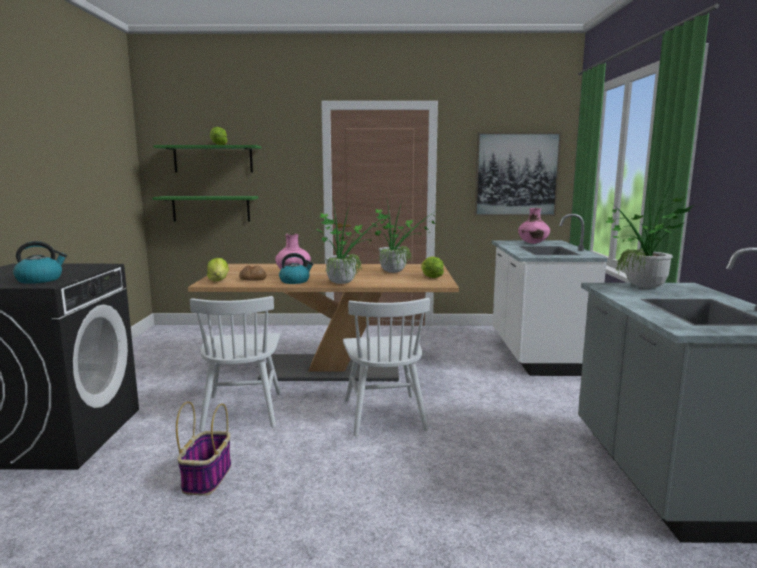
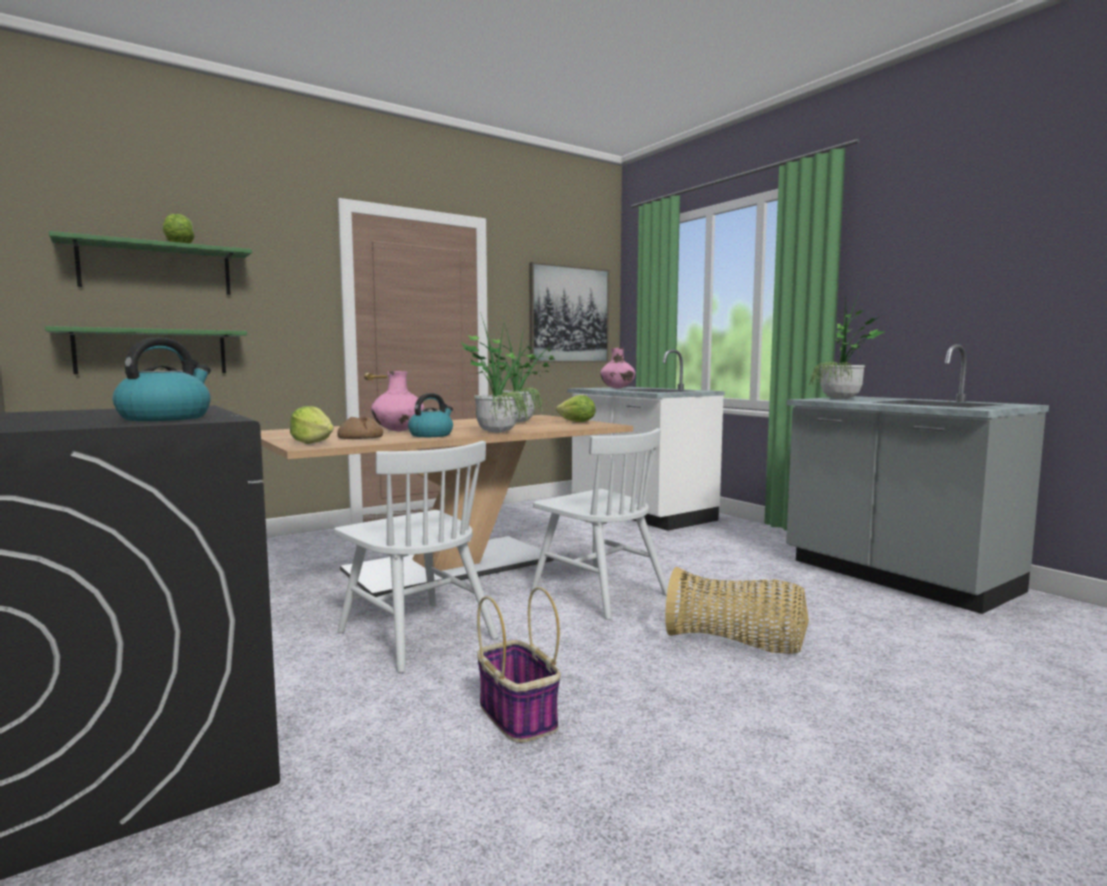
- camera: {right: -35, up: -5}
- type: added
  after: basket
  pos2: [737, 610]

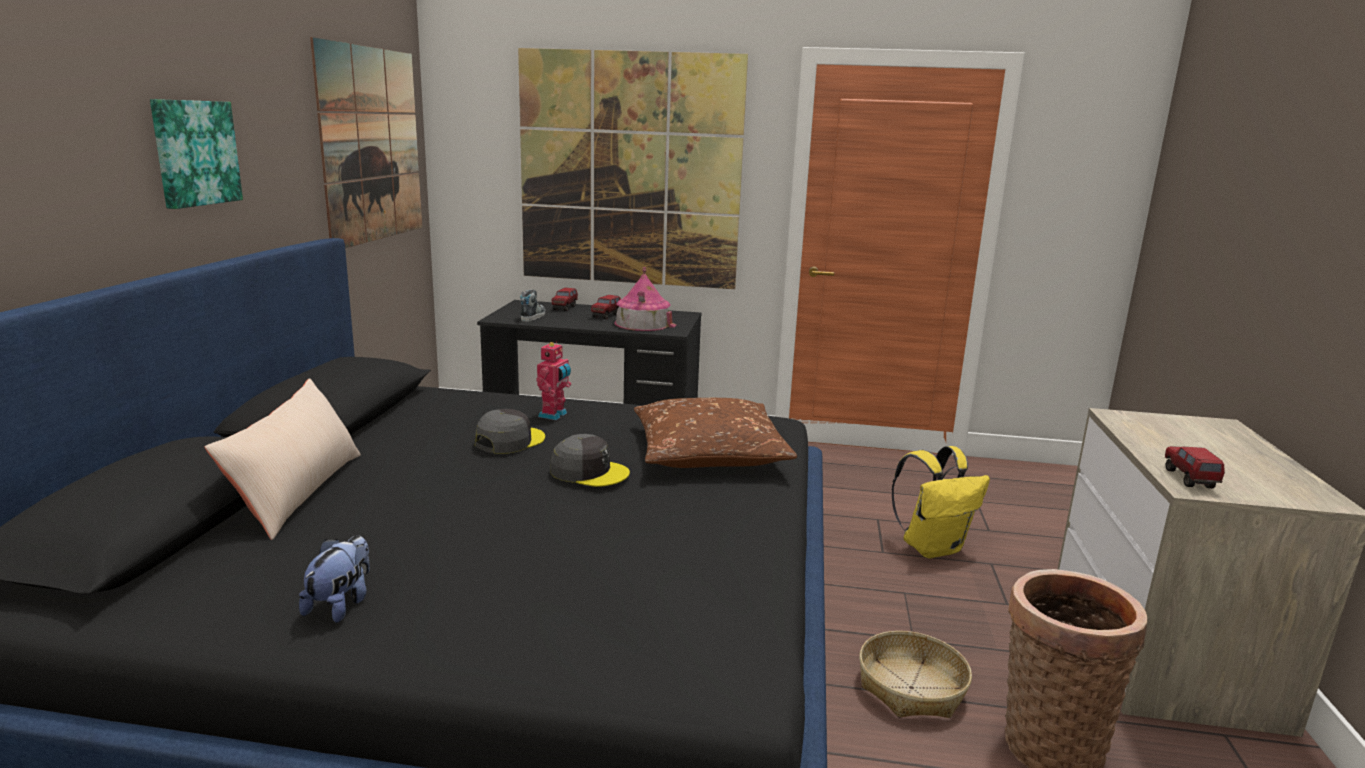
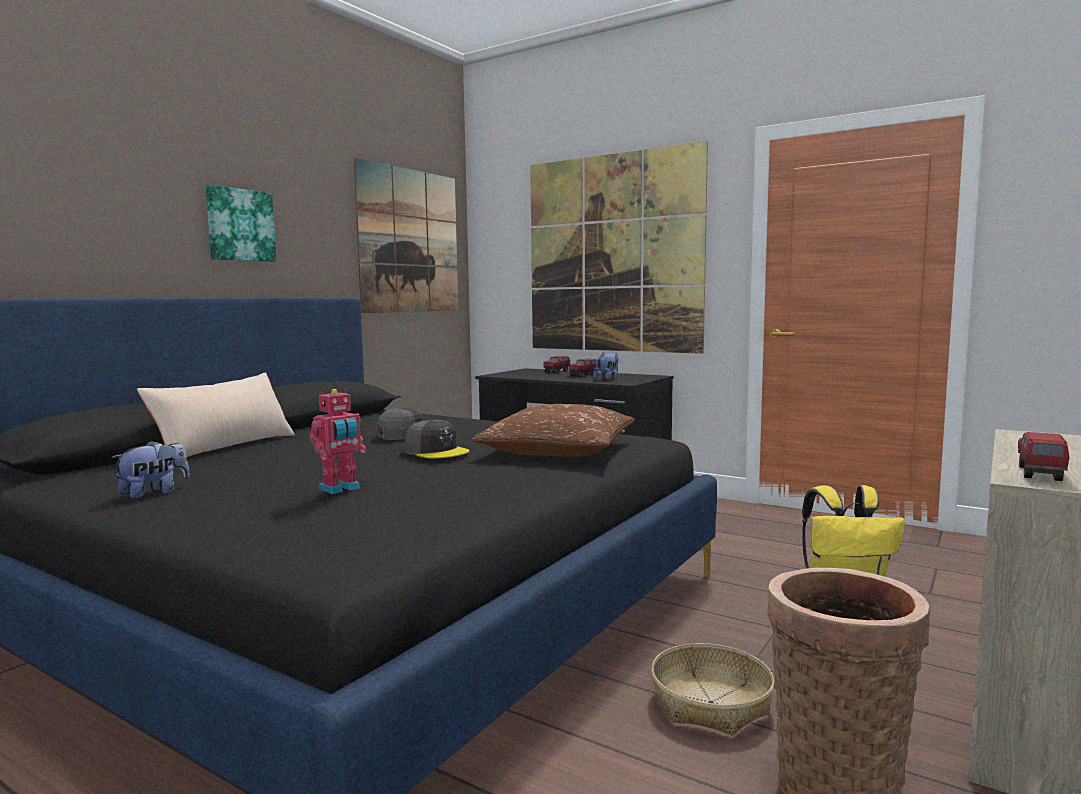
- camera: {right: 25, up: -10}
- type: moved
  before: model robot
  pos1: [553, 380]
  pos2: [337, 441]
- type: replaced
  before: toy house
  after: plush toy
  pos1: [645, 299]
  pos2: [606, 366]
- type: removed
  before: low shoe
  pos1: [532, 305]

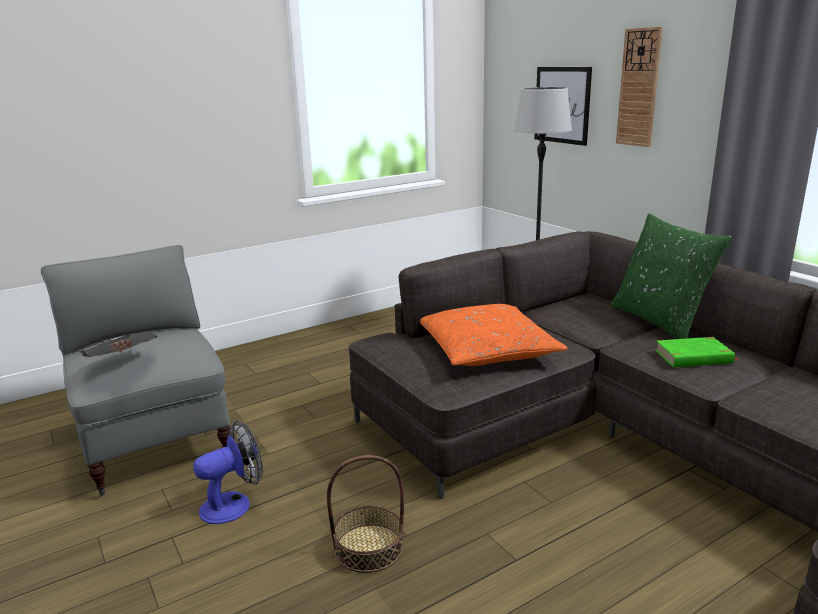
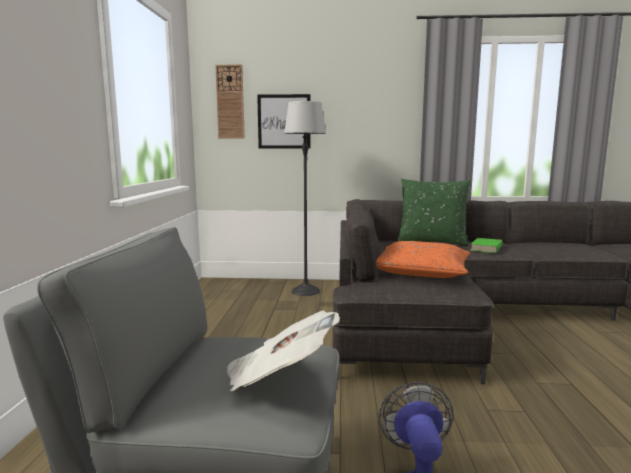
- camera: {right: -55, up: -10}
- type: moved
  before: hanging clock
  pos1: [639, 87]
  pos2: [230, 101]
- type: removed
  before: basket
  pos1: [365, 514]

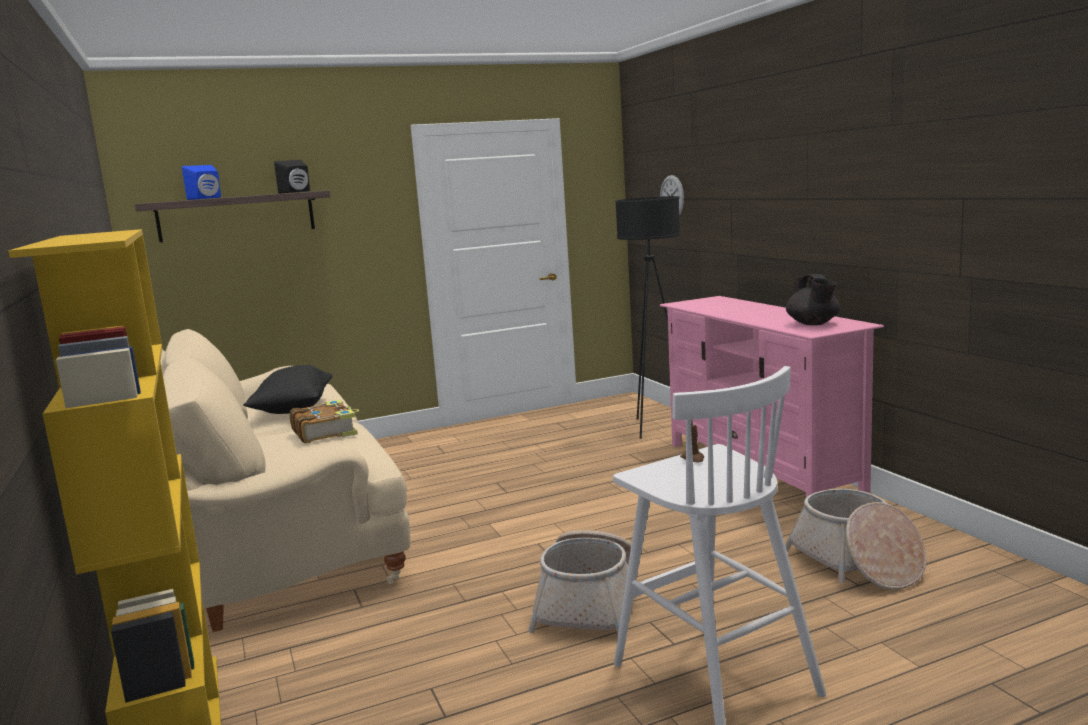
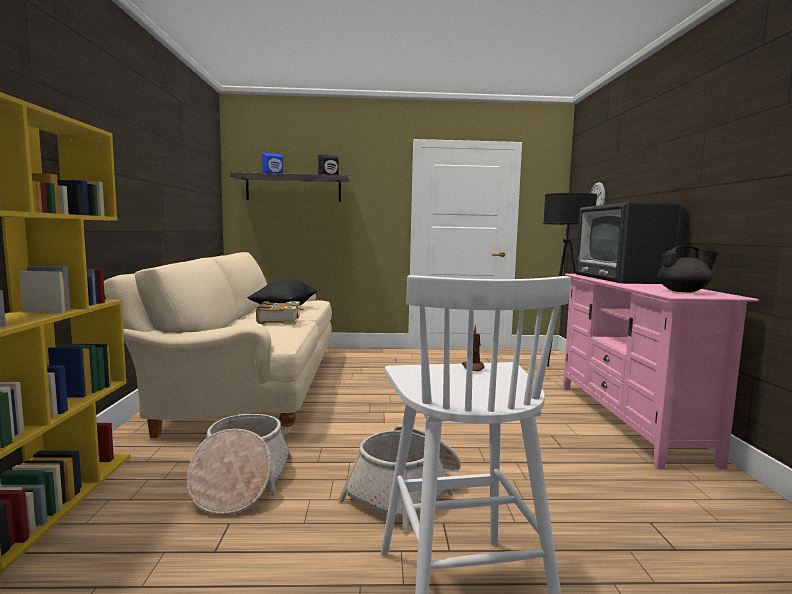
- camera: {right: 20, up: -5}
- type: moved
  before: basket
  pos1: [856, 539]
  pos2: [239, 464]
- type: added
  after: TV
  pos2: [631, 243]
- type: turned
  before: black teapot
  pos1: [813, 299]
  pos2: [688, 269]
  turn: -90

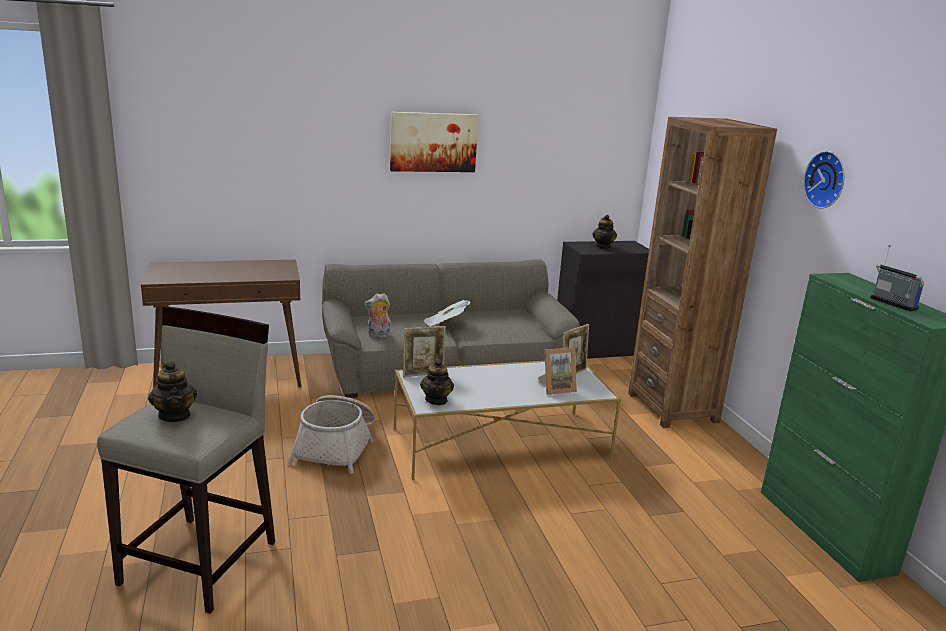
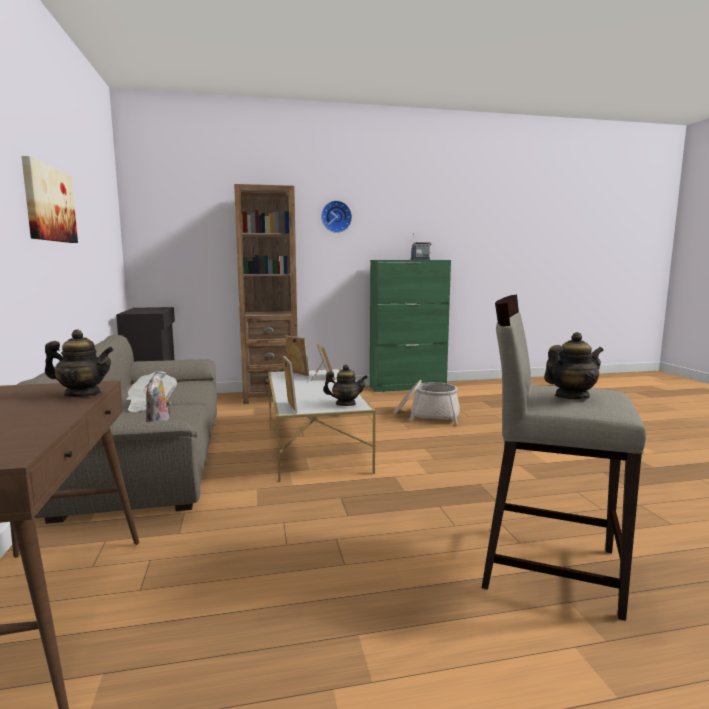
- camera: {right: -85, up: -10}
- type: moved
  before: teapot
  pos1: [604, 232]
  pos2: [79, 363]
- type: moved
  before: basket
  pos1: [331, 434]
  pos2: [426, 402]

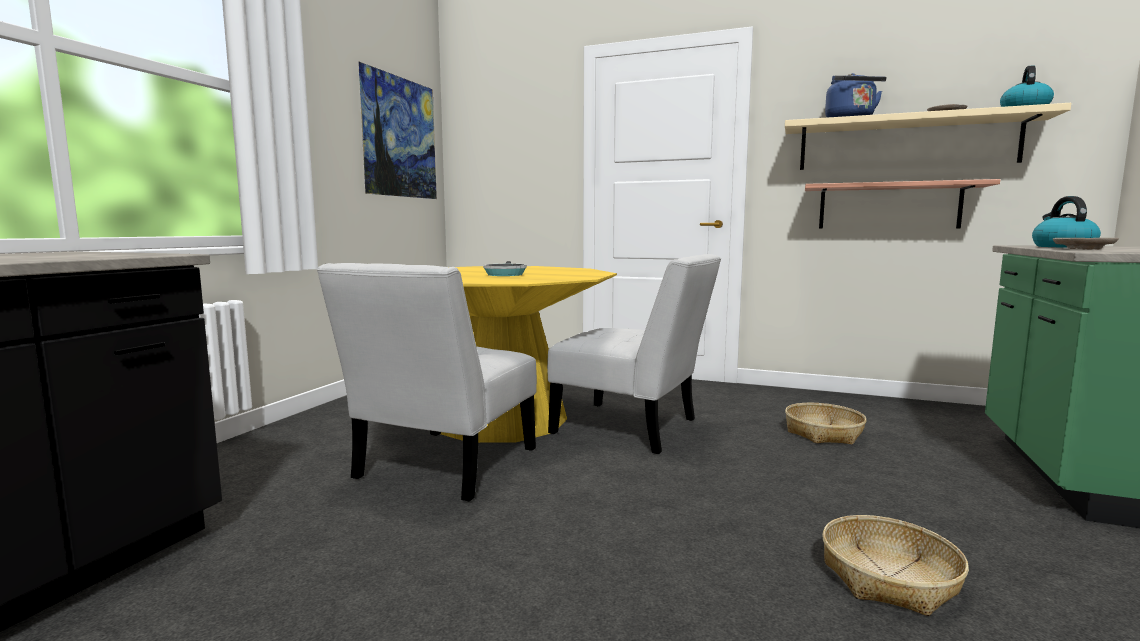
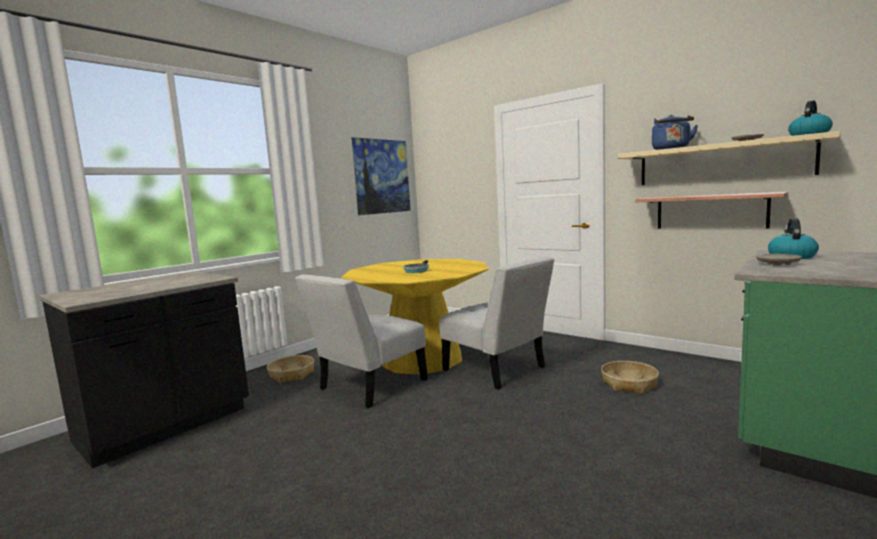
- camera: {right: 20, up: 0}
- type: moved
  before: basket
  pos1: [895, 565]
  pos2: [290, 369]

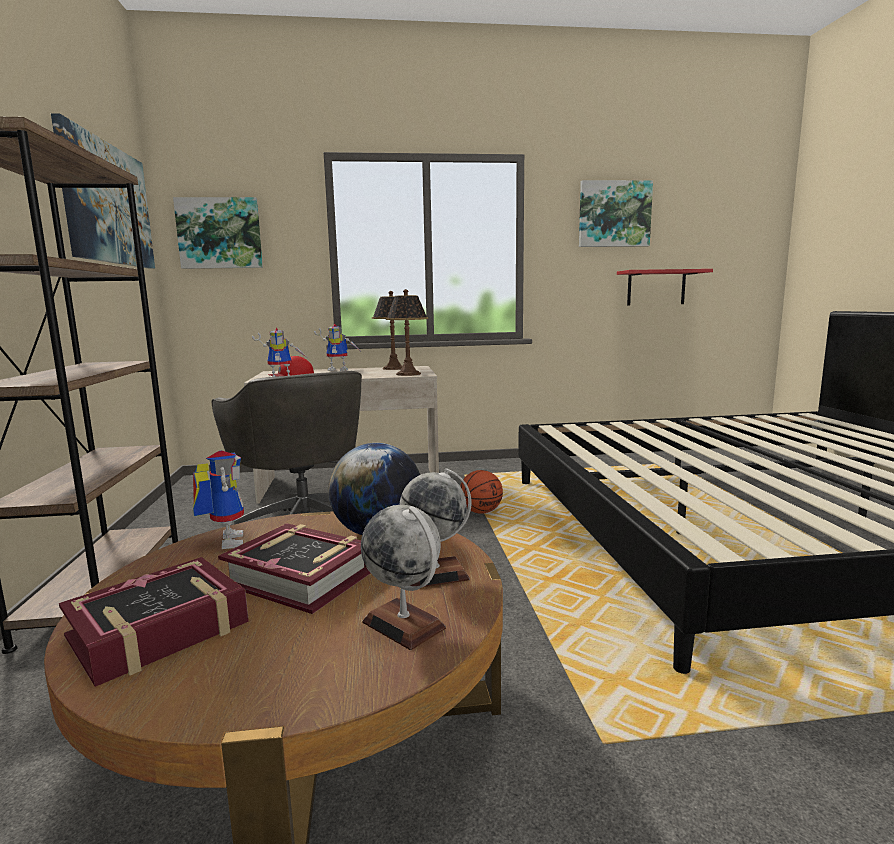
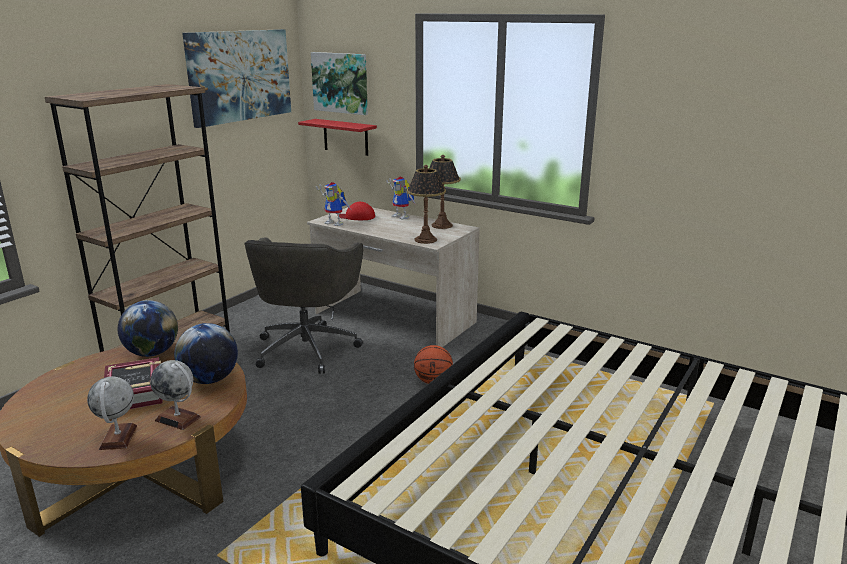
- camera: {right: 40, up: 10}
- type: replaced
  before: model robot
  after: desk globe
  pos1: [218, 500]
  pos2: [148, 328]
- type: moved
  before: reddish shelf
  pos1: [665, 287]
  pos2: [337, 137]
- type: removed
  before: book
  pos1: [154, 622]
- type: removed
  before: picture
  pos1: [616, 213]

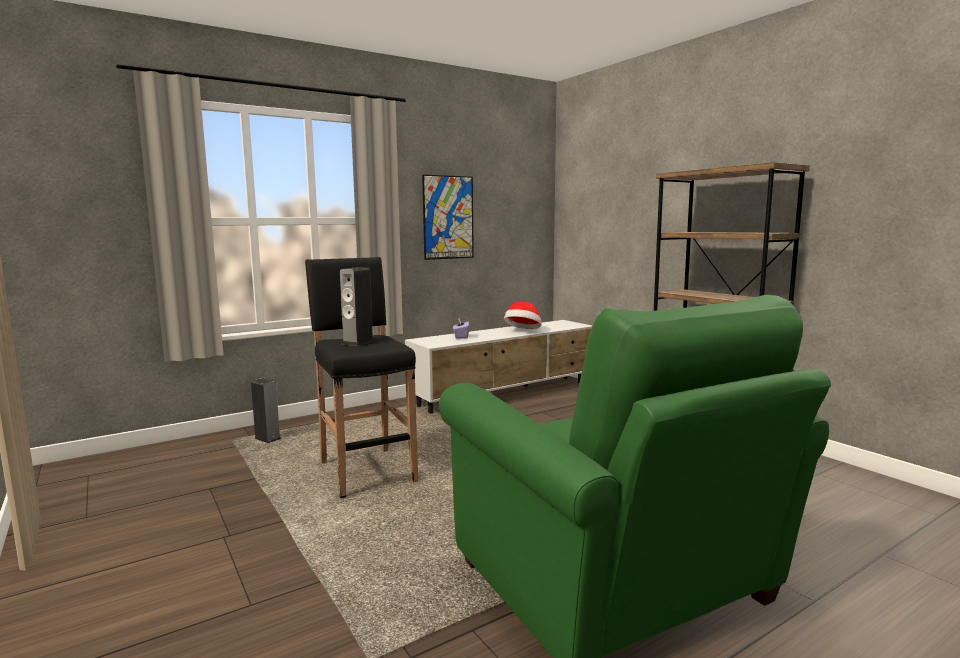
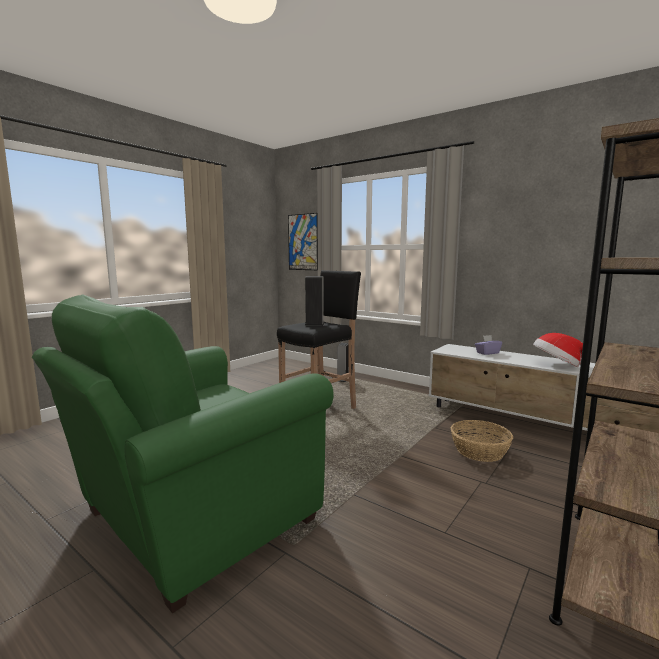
- camera: {right: 70, up: 0}
- type: moved
  before: picture
  pos1: [448, 217]
  pos2: [303, 241]
- type: added
  after: basket
  pos2: [482, 441]

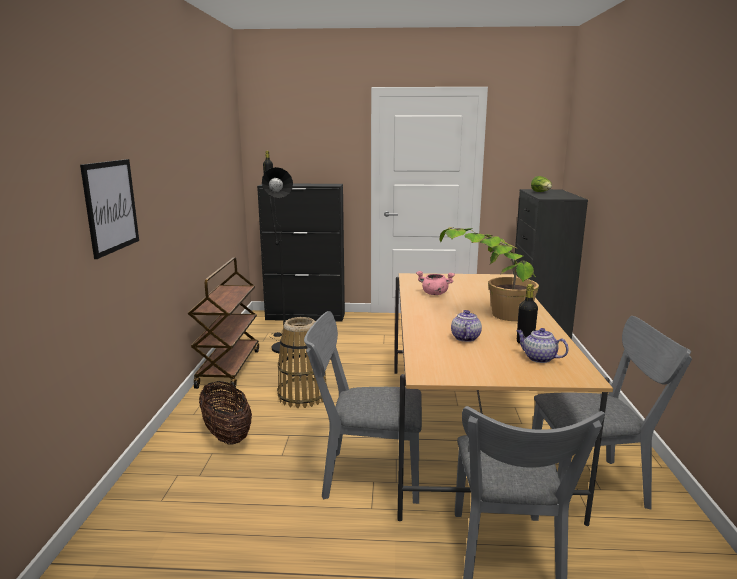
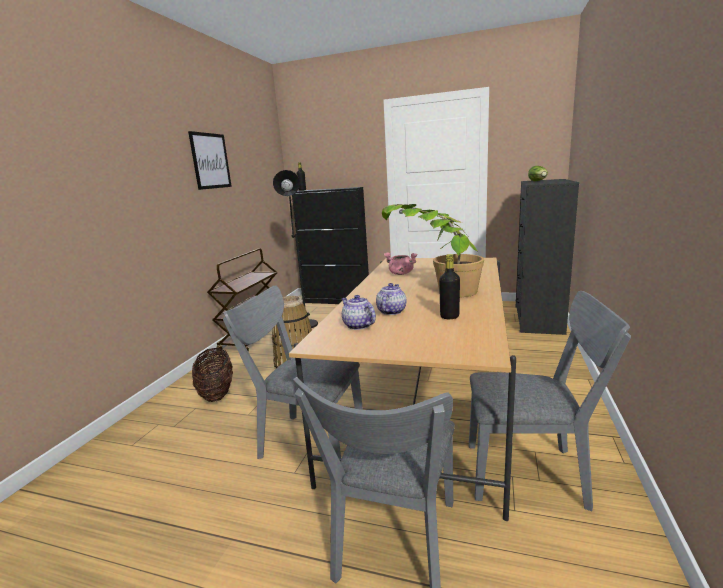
- camera: {right: 15, up: 0}
- type: moved
  before: picture
  pos1: [109, 209]
  pos2: [210, 160]
- type: moved
  before: teapot
  pos1: [542, 345]
  pos2: [359, 312]

